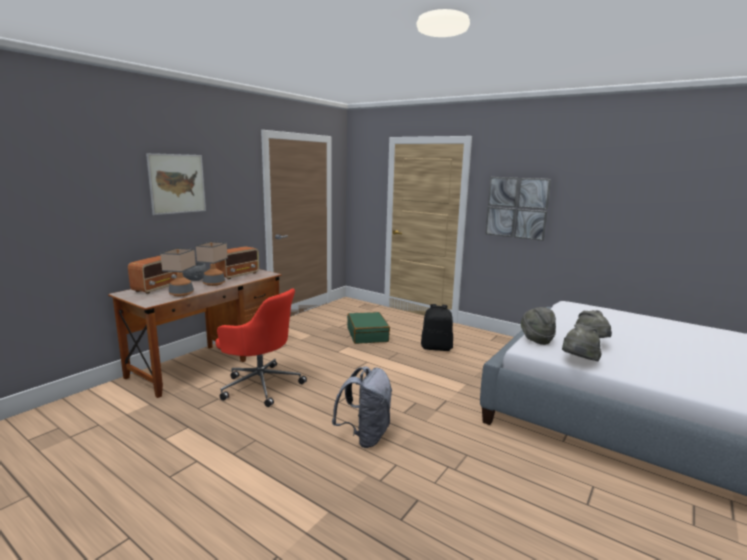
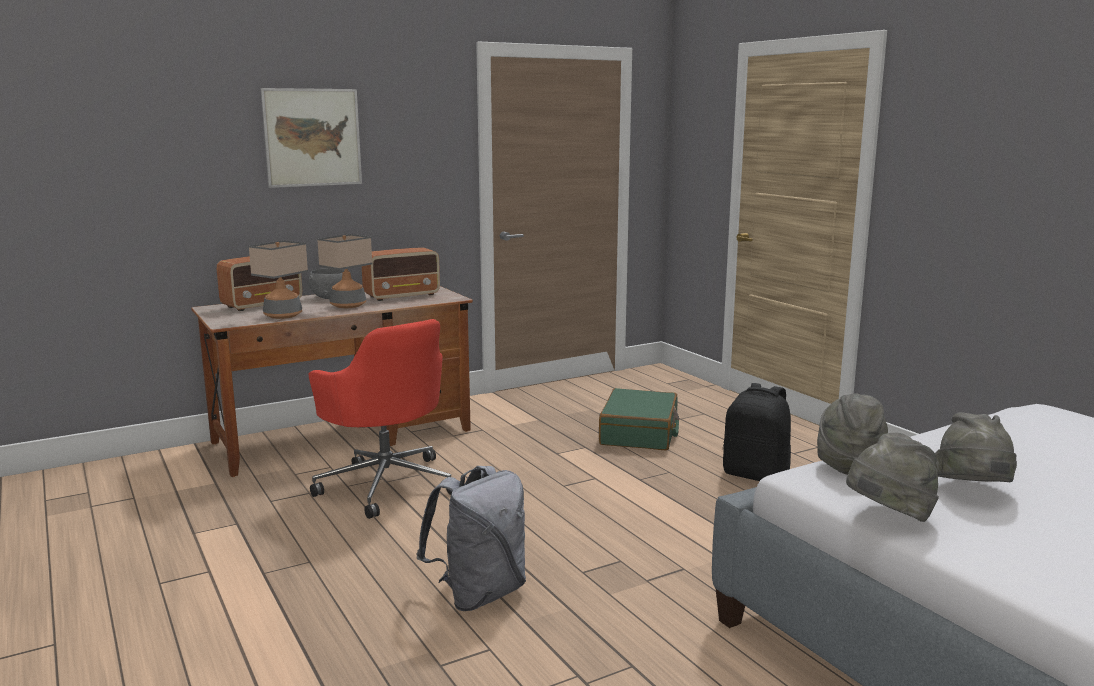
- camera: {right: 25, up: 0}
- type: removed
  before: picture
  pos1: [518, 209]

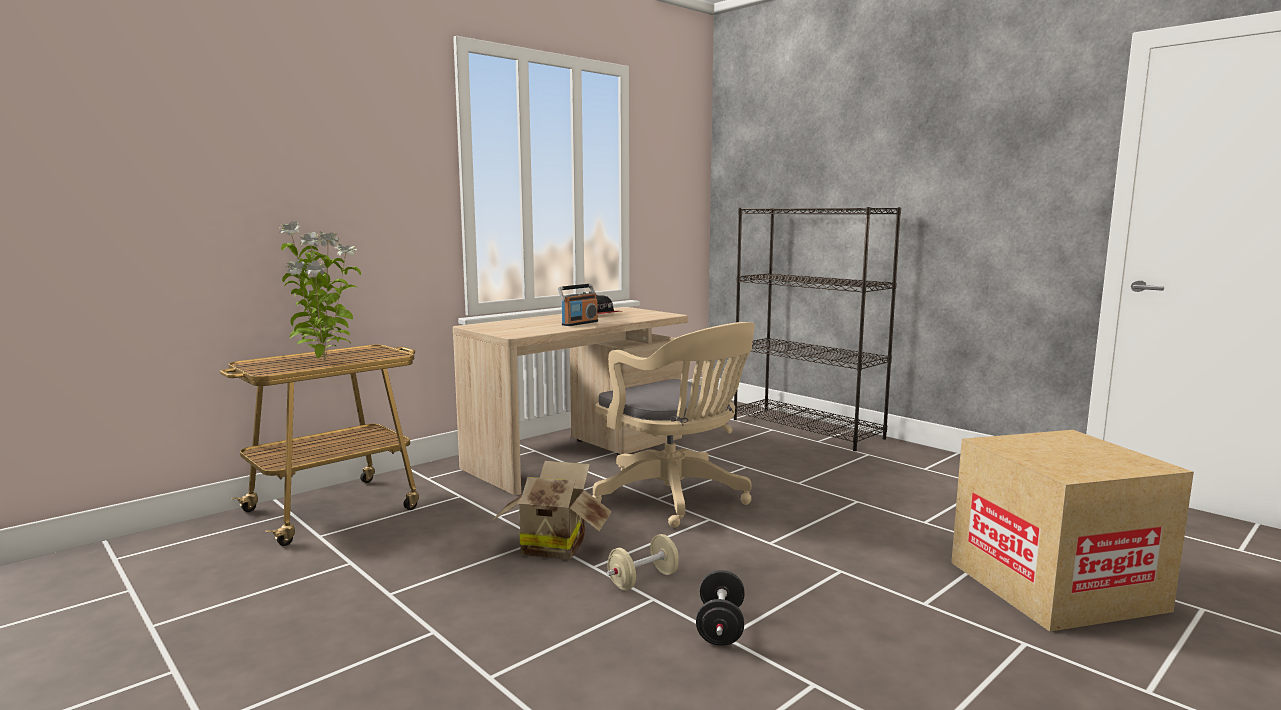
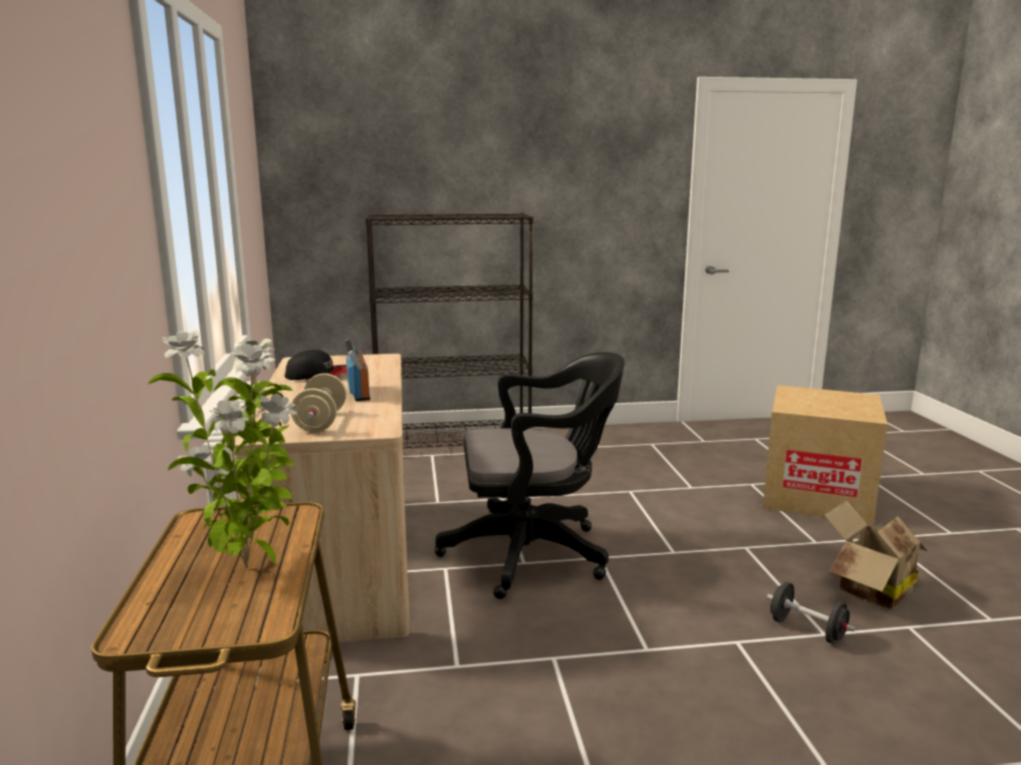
- camera: {right: -55, up: 5}
- type: moved
  before: beige free weight
  pos1: [643, 562]
  pos2: [318, 402]
- type: recoloured
  before: beige office chair
  after: black office chair
  pos1: [673, 425]
  pos2: [530, 475]
- type: moved
  before: carton
  pos1: [551, 510]
  pos2: [875, 554]

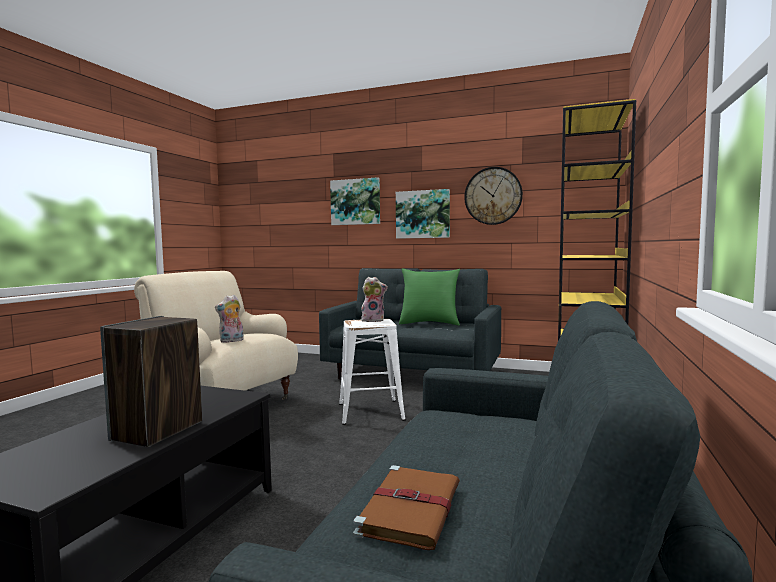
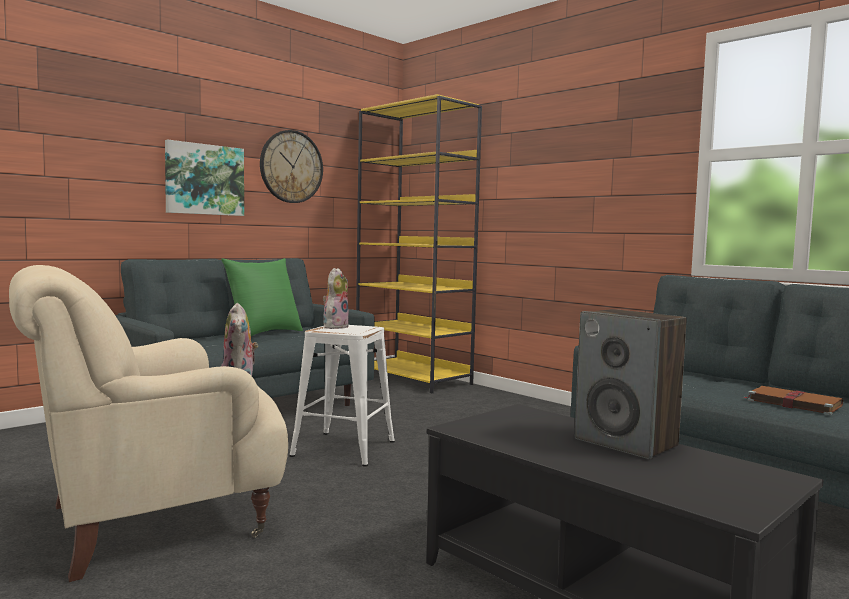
- camera: {right: -65, up: 0}
- type: removed
  before: picture
  pos1: [355, 201]

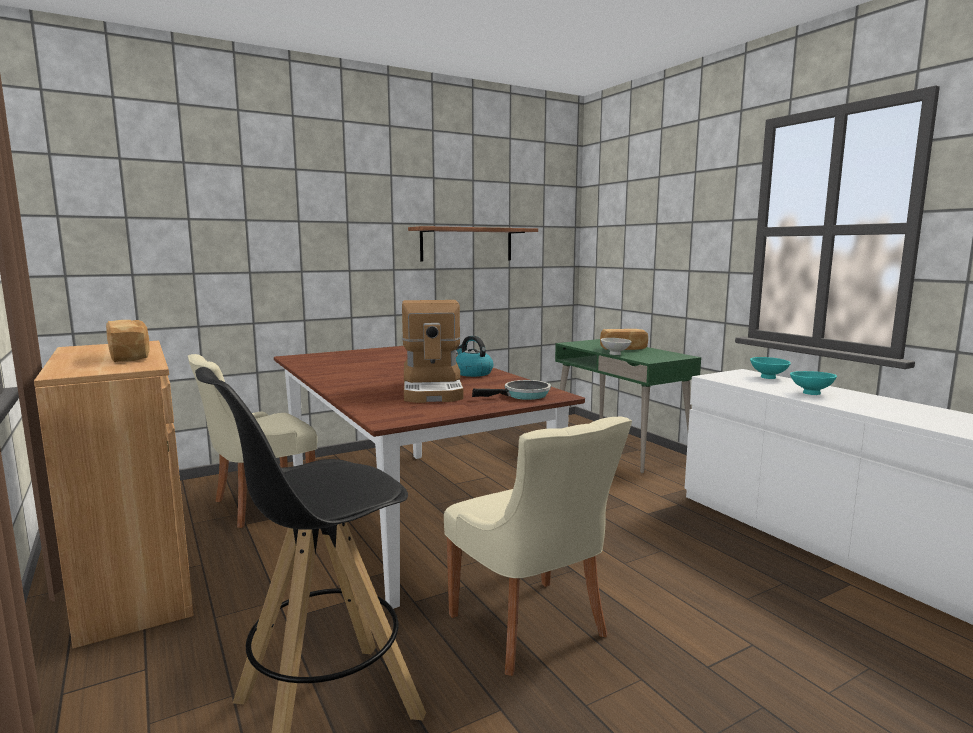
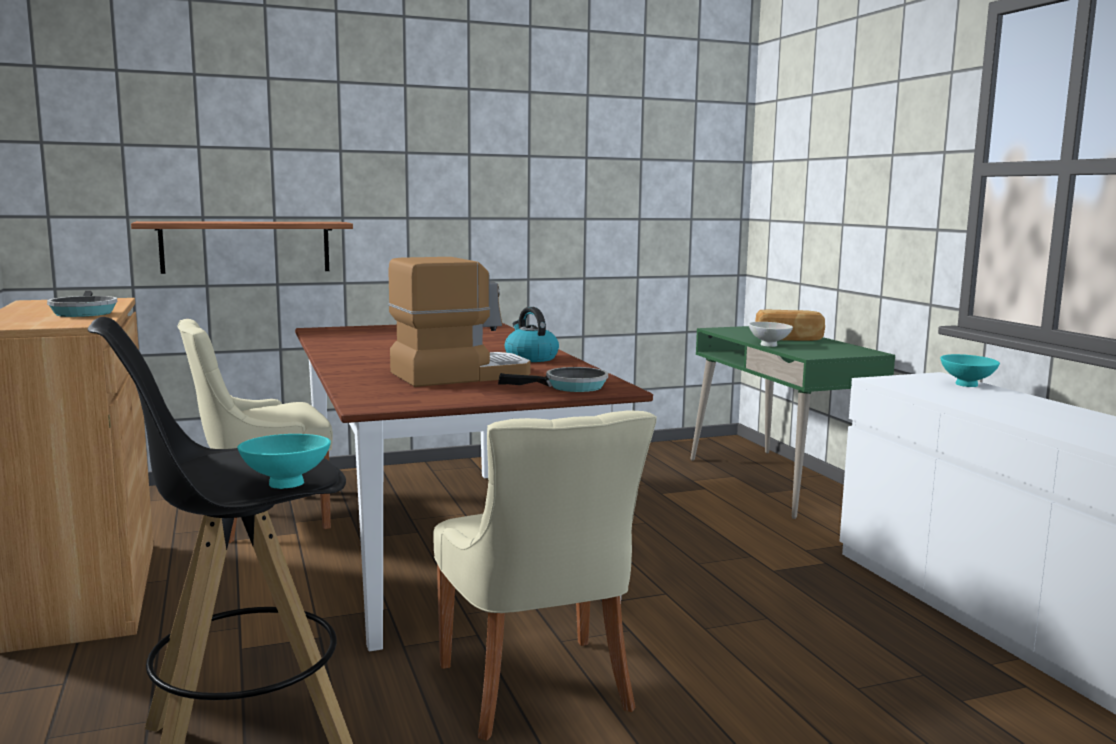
- camera: {right: 10, up: 0}
- type: replaced
  before: baked bread
  after: frying pan
  pos1: [128, 341]
  pos2: [82, 304]
- type: moved
  before: shelf
  pos1: [473, 244]
  pos2: [242, 247]
- type: moved
  before: turquoise bowl
  pos1: [813, 383]
  pos2: [284, 461]
- type: turned
  before: coffee maker
  pos1: [433, 351]
  pos2: [459, 322]
  turn: -120

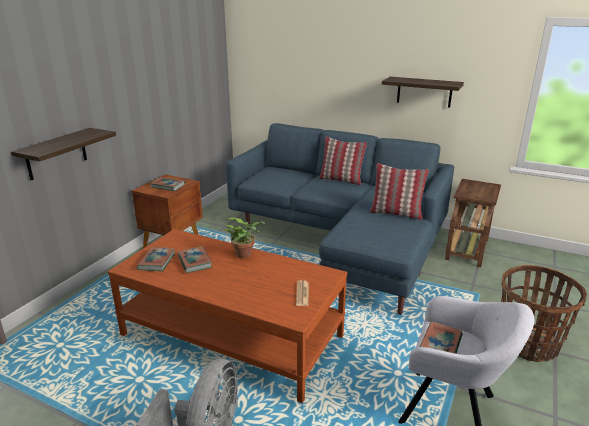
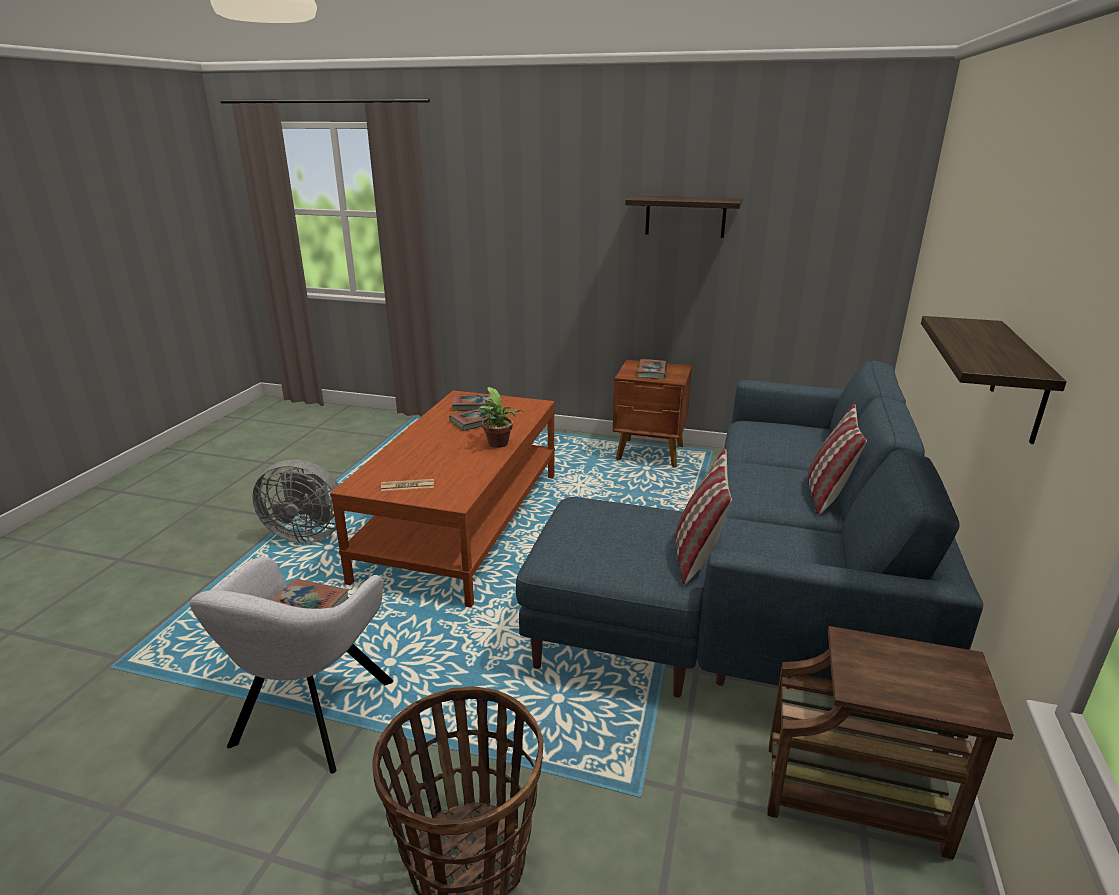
- camera: {right: 80, up: 0}
- type: moved
  before: shelf
  pos1: [63, 154]
  pos2: [683, 216]

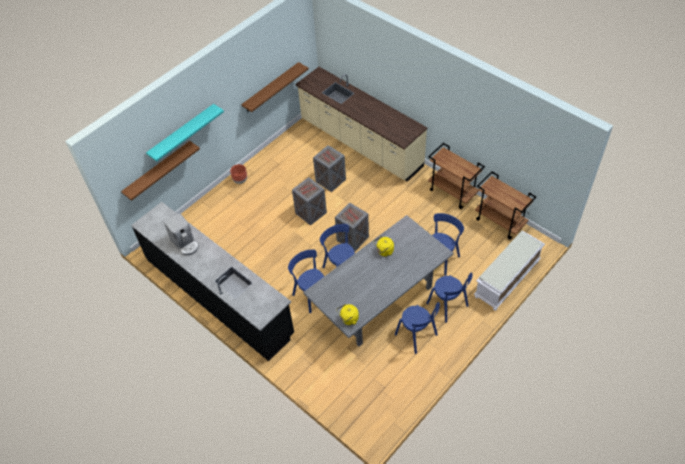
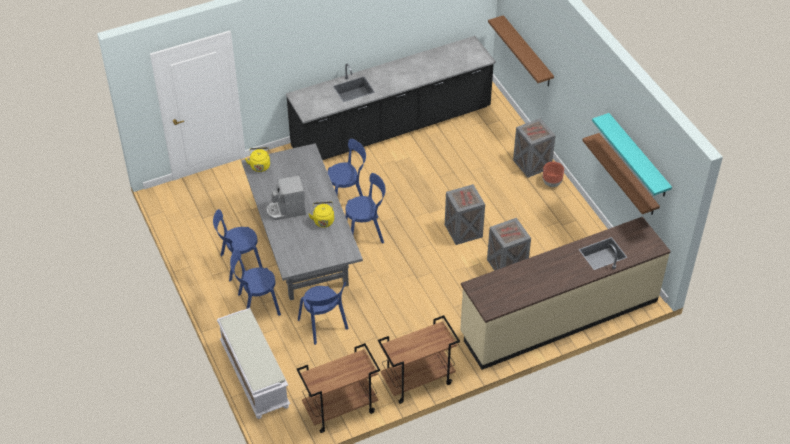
- camera: {right: 110, up: -5}
- type: moved
  before: coffee maker
  pos1: [181, 234]
  pos2: [286, 197]
- type: moved
  before: shipping crate
  pos1: [352, 227]
  pos2: [534, 148]
- type: moved
  before: turquoise shelf
  pos1: [185, 133]
  pos2: [632, 154]

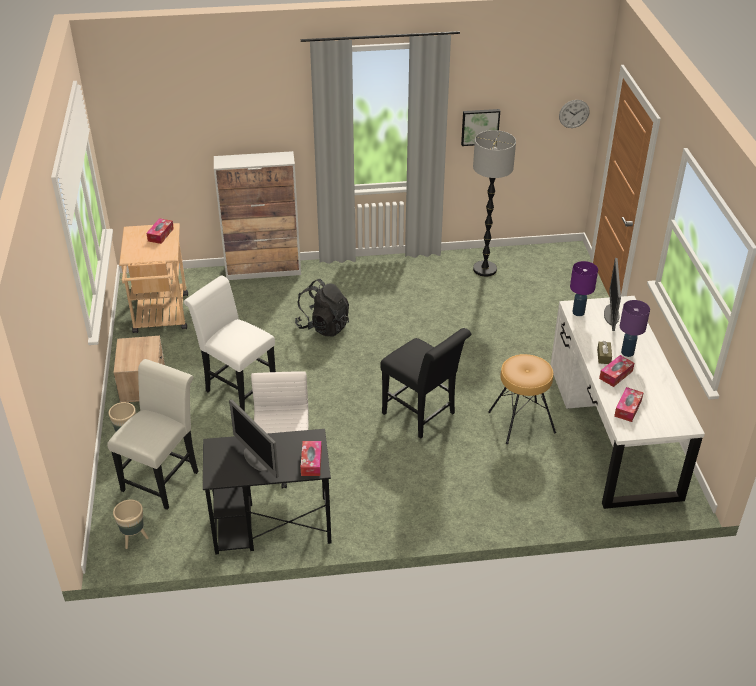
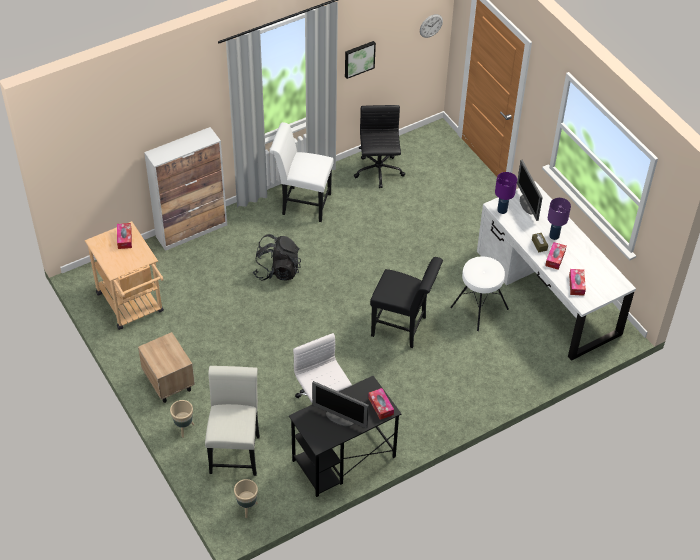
- camera: {right: -25, up: 10}
- type: moved
  before: whitish plain chair
  pos1: [230, 343]
  pos2: [302, 172]
- type: replaced
  before: standard lamp
  after: black office chair
  pos1: [494, 203]
  pos2: [380, 146]
- type: recoloured
  before: brown-coloured stool
  after: whitish stool
  pos1: [522, 399]
  pos2: [479, 293]

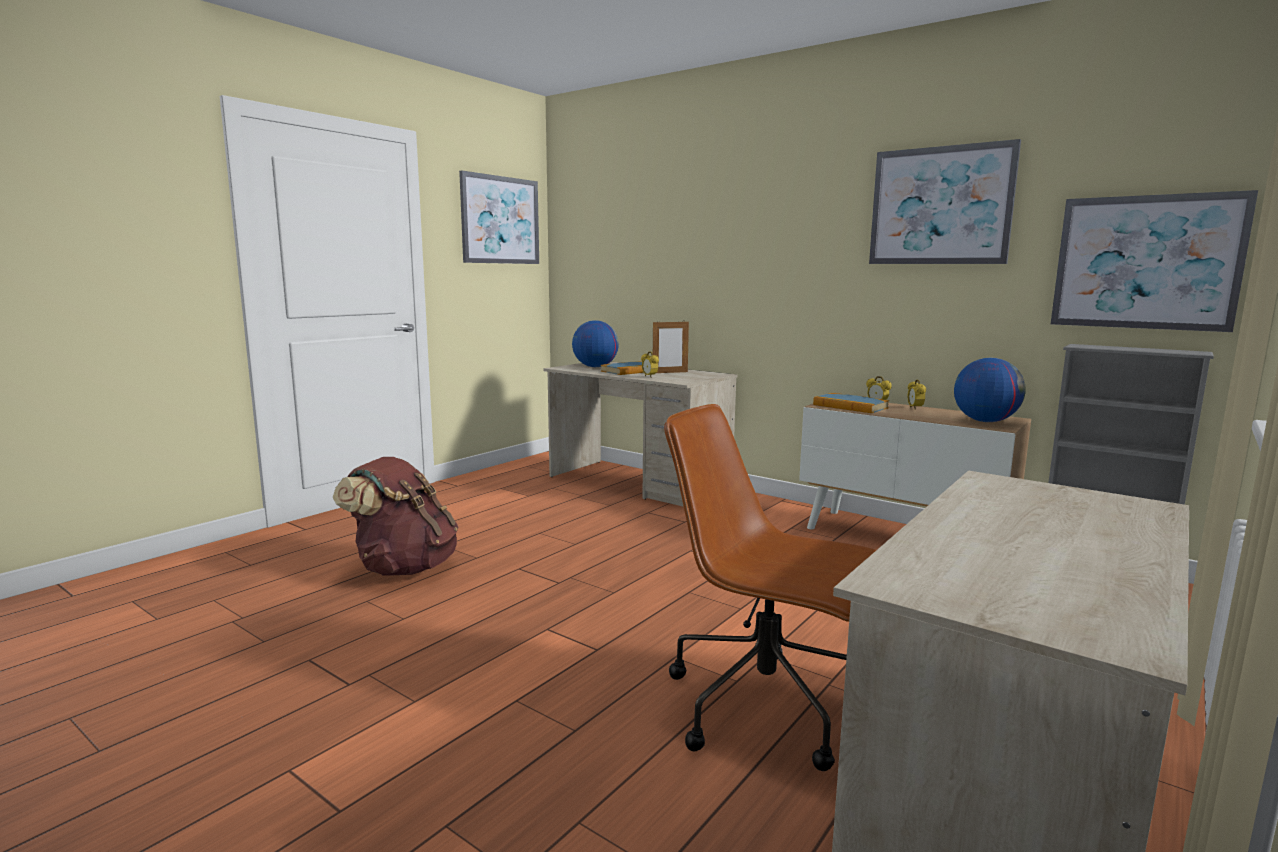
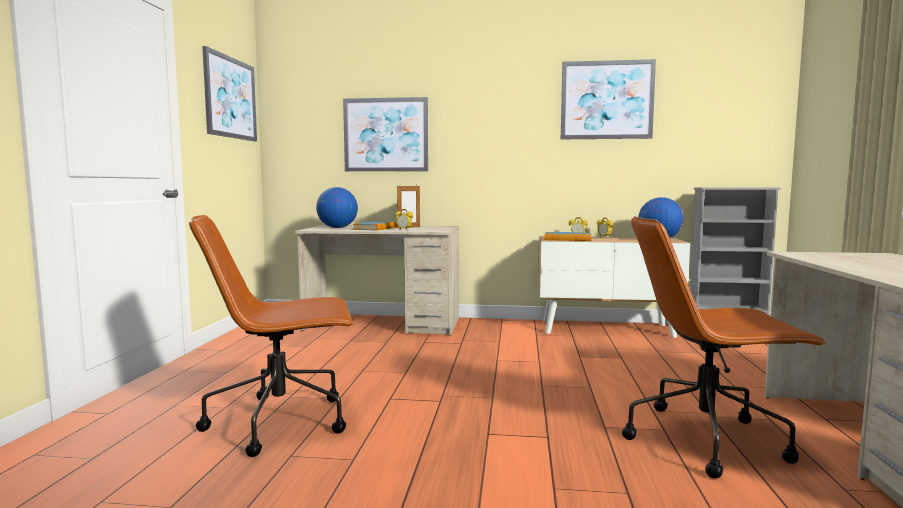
- camera: {right: -30, up: -5}
- type: replaced
  before: brown-coloured knapsack
  after: brown-coloured office chair
  pos1: [396, 516]
  pos2: [271, 336]
- type: moved
  before: picture
  pos1: [1154, 261]
  pos2: [385, 134]

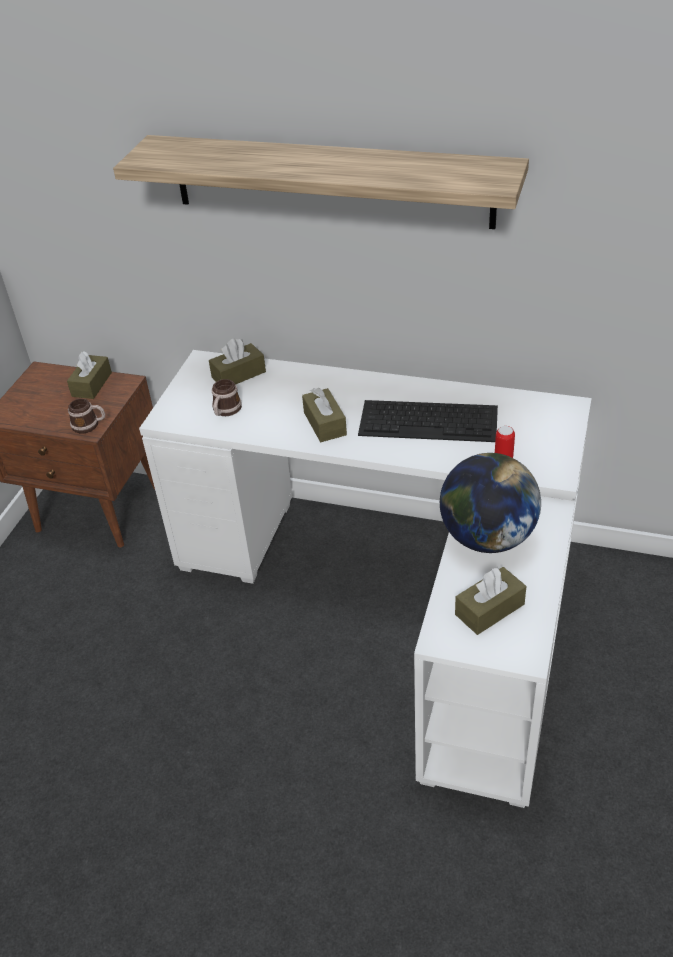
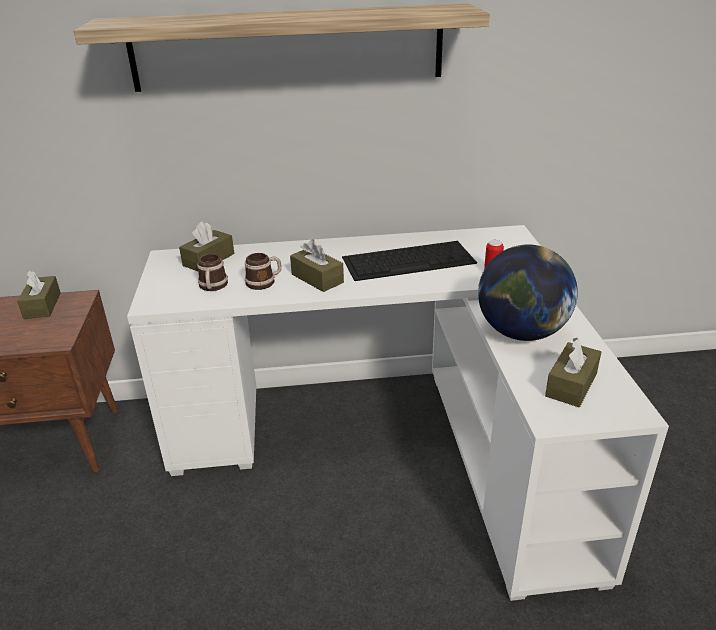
- camera: {right: -25, up: -10}
- type: moved
  before: tea mug
  pos1: [86, 416]
  pos2: [263, 271]

